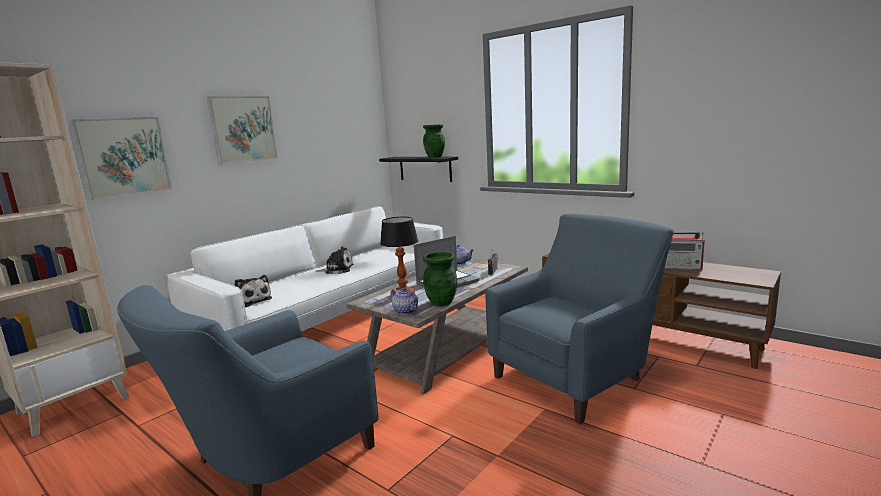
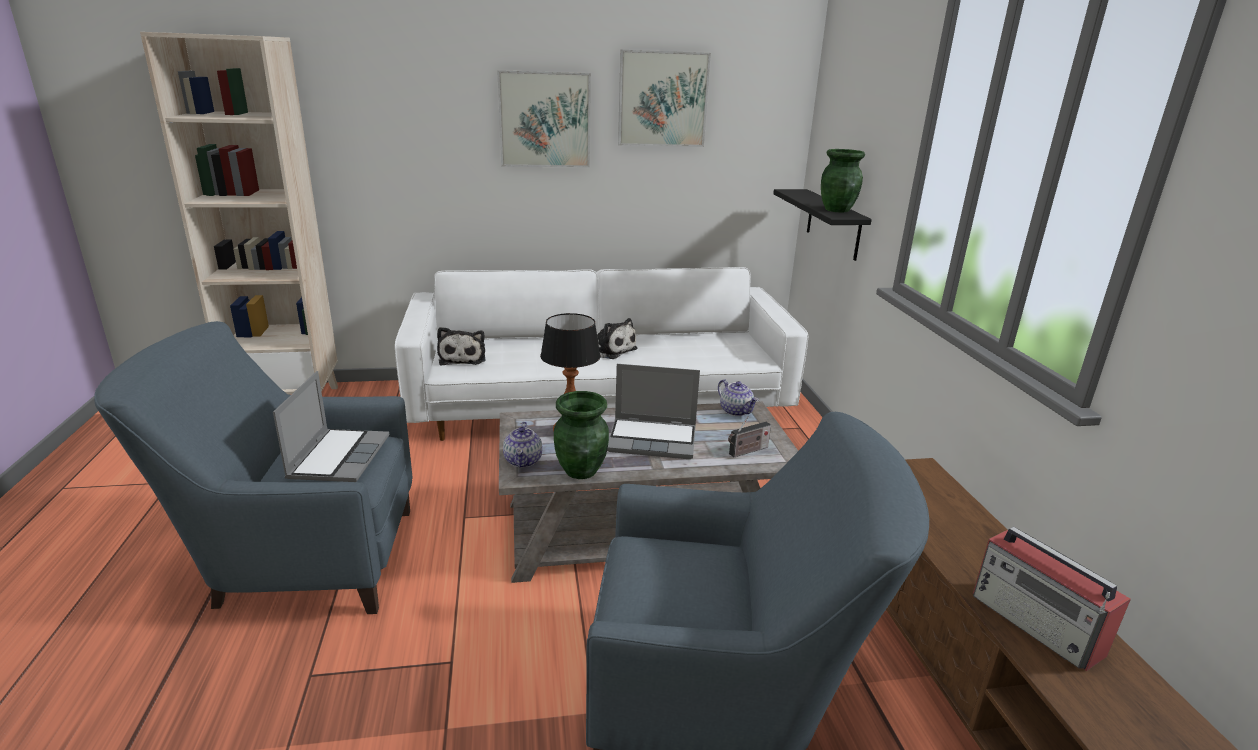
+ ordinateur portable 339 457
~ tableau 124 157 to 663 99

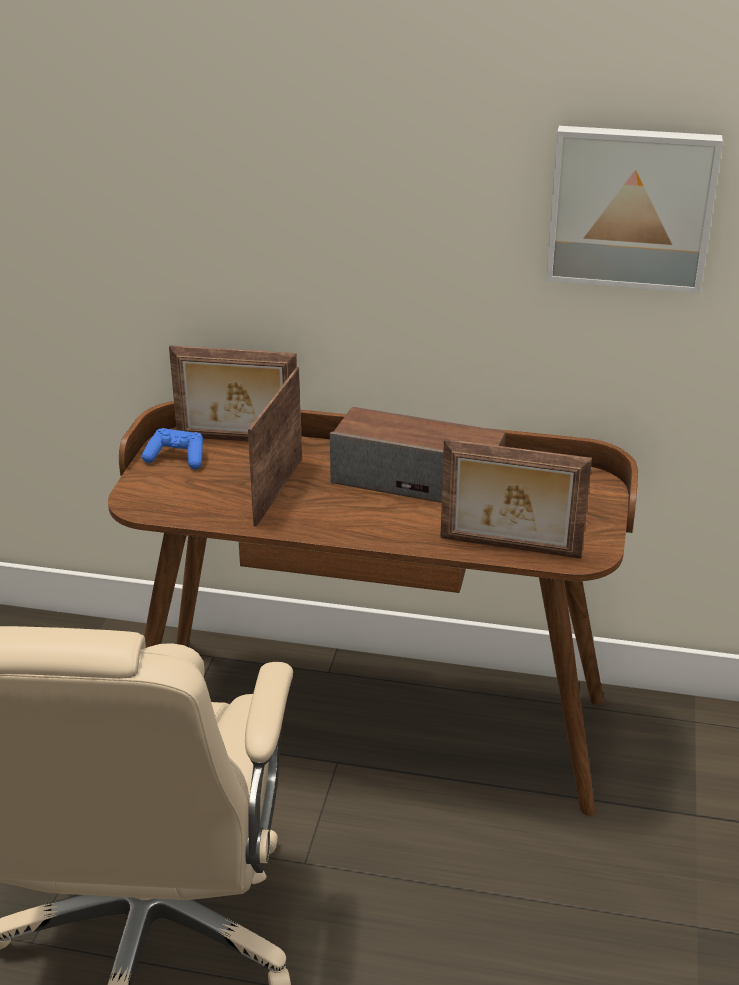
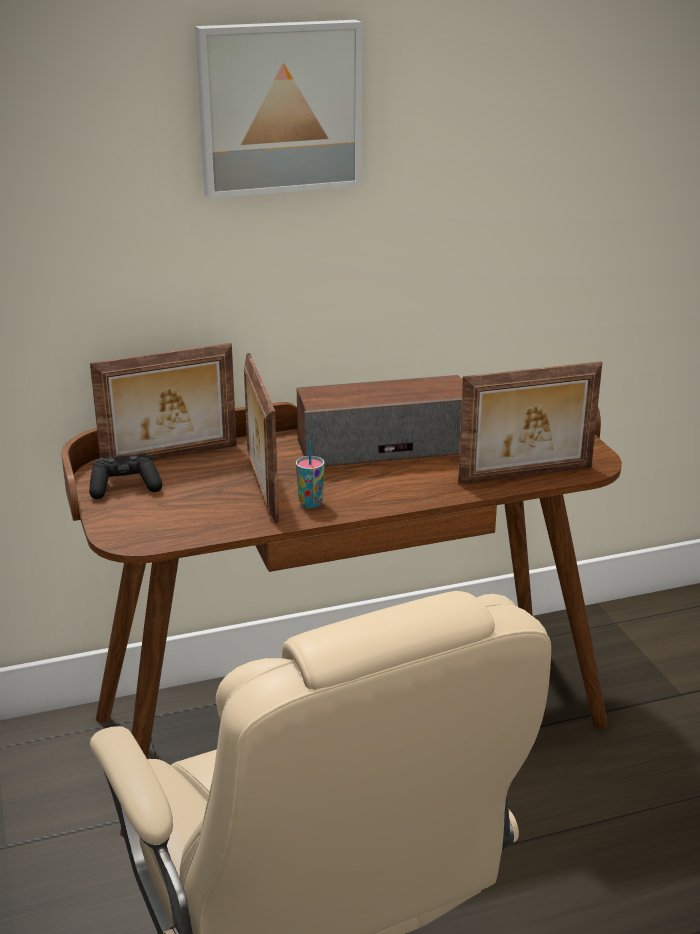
~ manette [bleu] 177 458 to manette [noir] 125 487
~ tableau 631 207 to 279 107
+ tasse 310 503

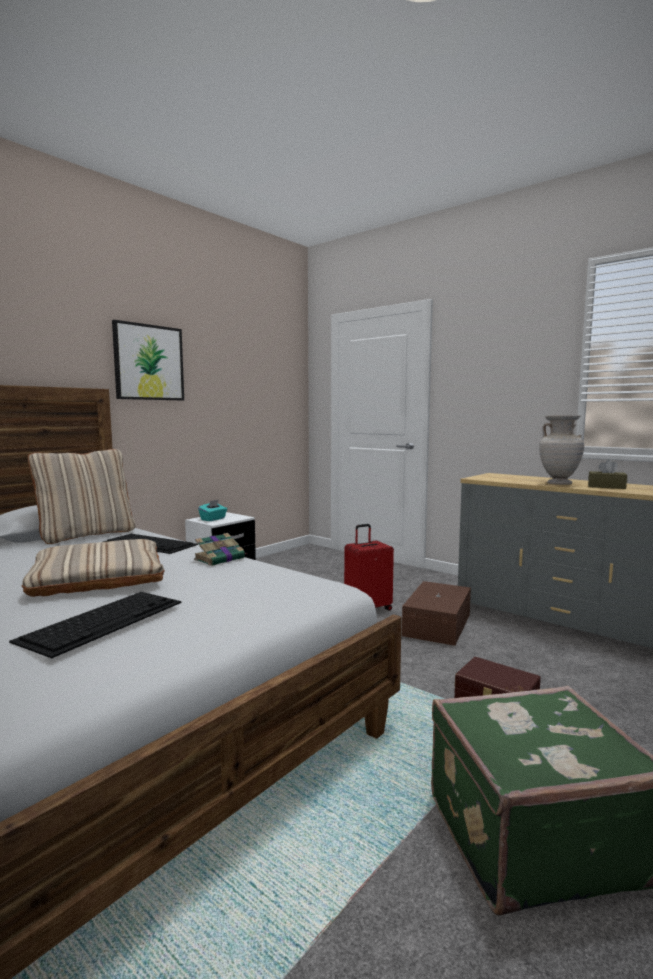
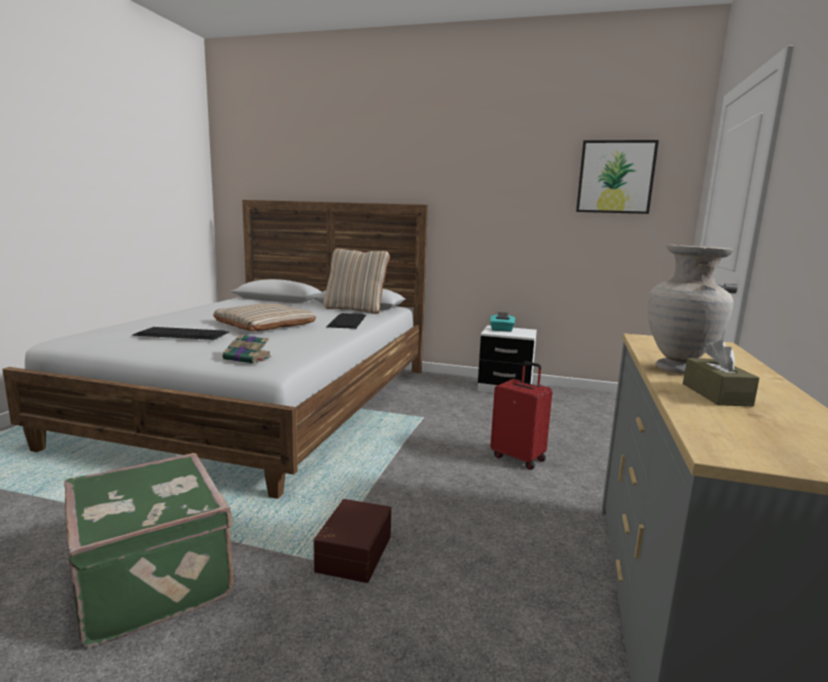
~ livre 220 558 to 248 358
~ tableau 149 362 to 615 177
- boîte de rangement [marron] 438 625

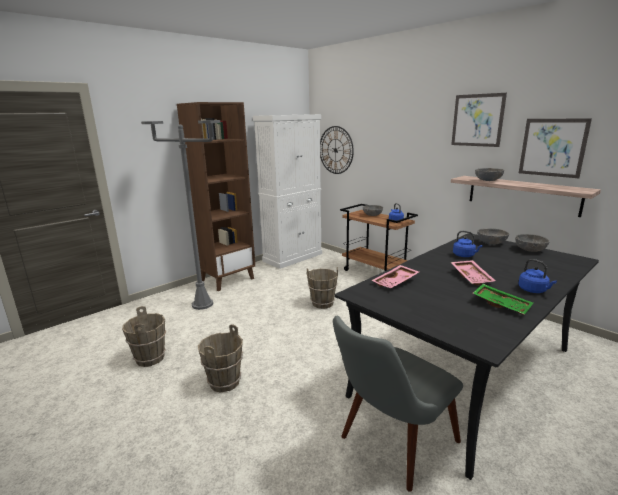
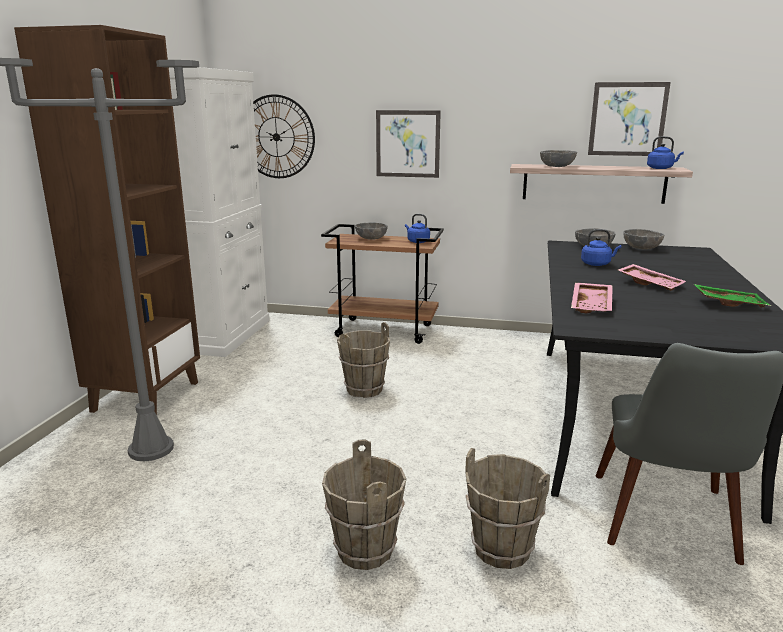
~ tableau 477 120 to 407 144
~ seau [marron] 150 358 to 502 549
~ bouilloire [bleu] 534 290 to 661 168

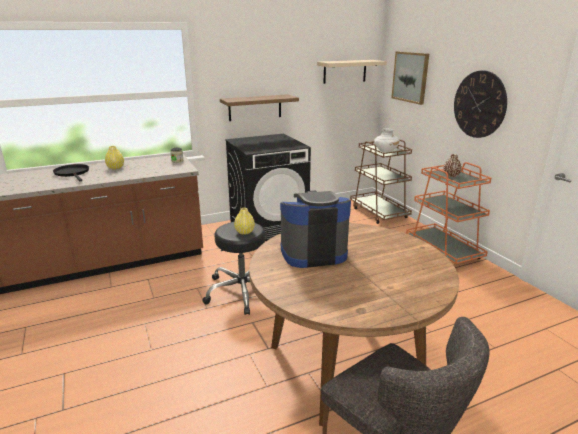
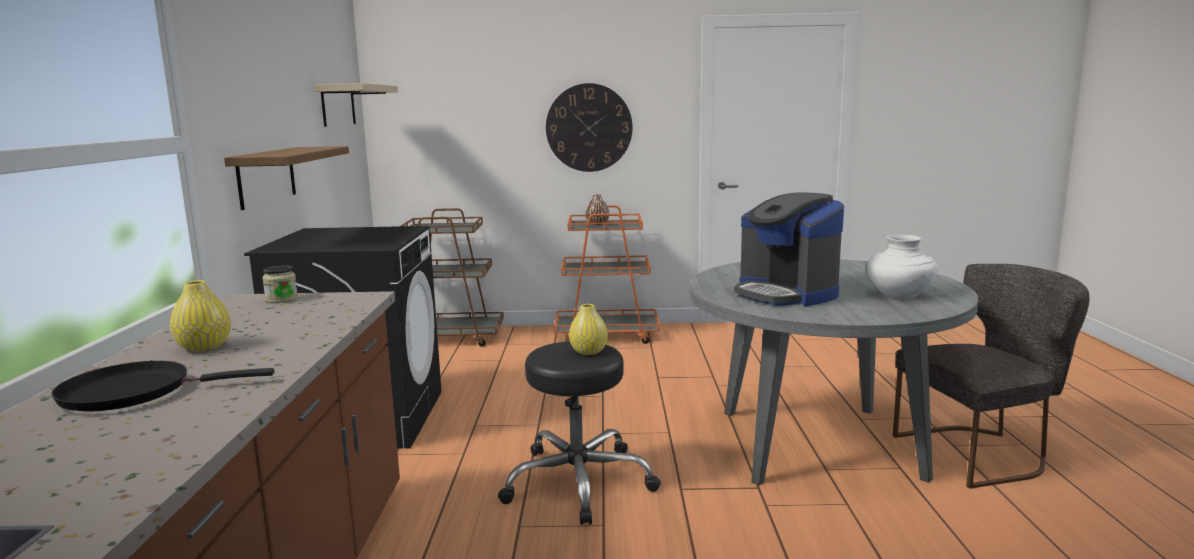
~ table à manger [marron] 344 365 to table à manger [gris] 818 443
~ machine à café 313 253 = 786 294 45 degrees counterclockwise
~ vase [blanc] 385 151 to 898 295
- tableau 410 77

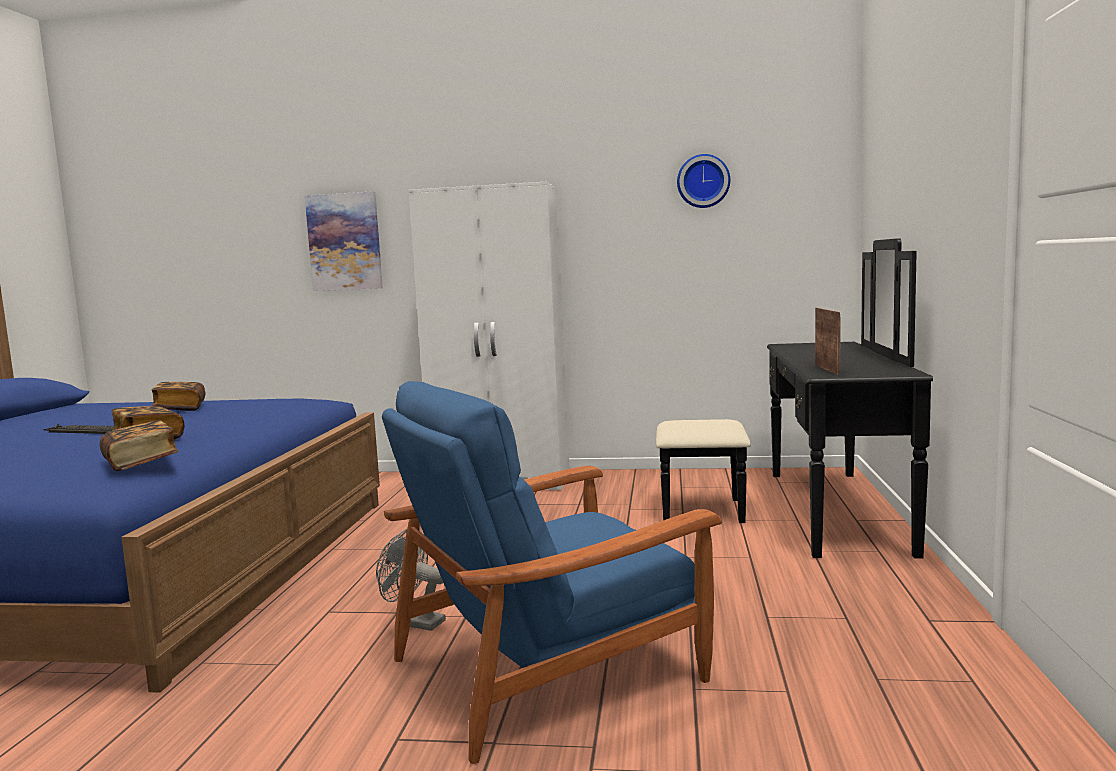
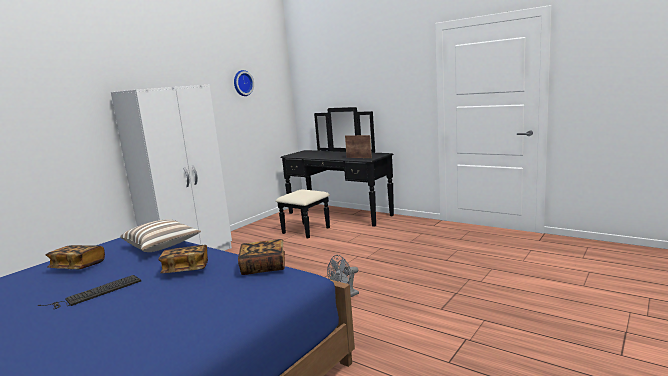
+ coussin 162 246
- tableau 344 242
- fauteuil [bleu] 549 669

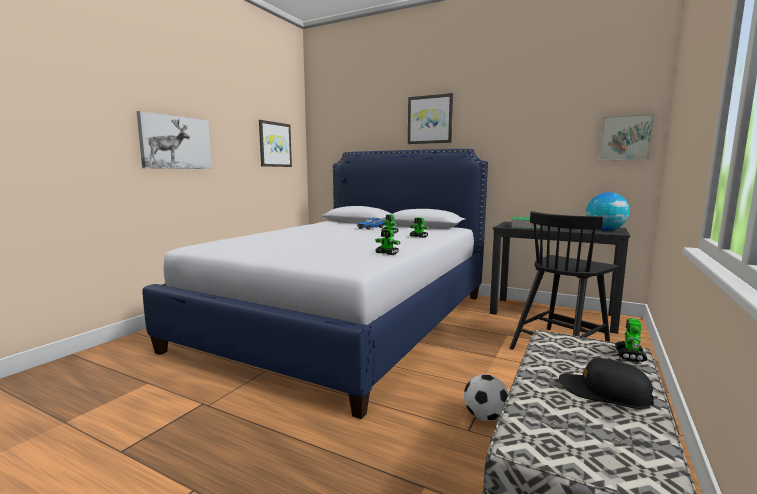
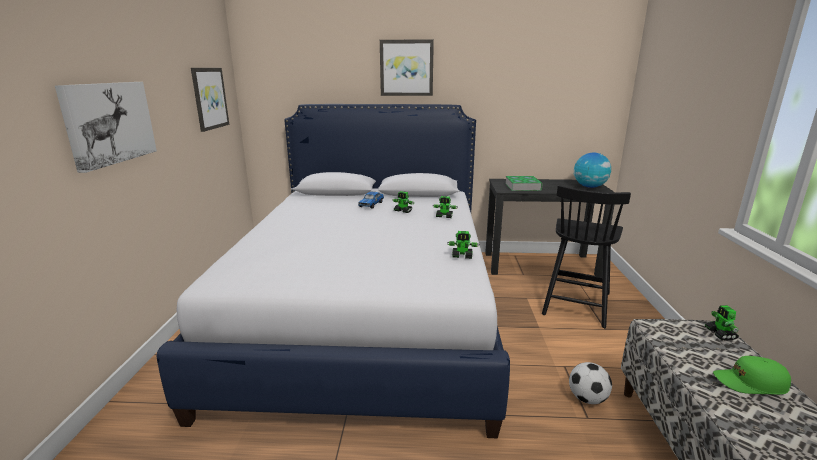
~ casquette [noir] 604 393 to casquette [vert] 750 383
- tableau 625 138

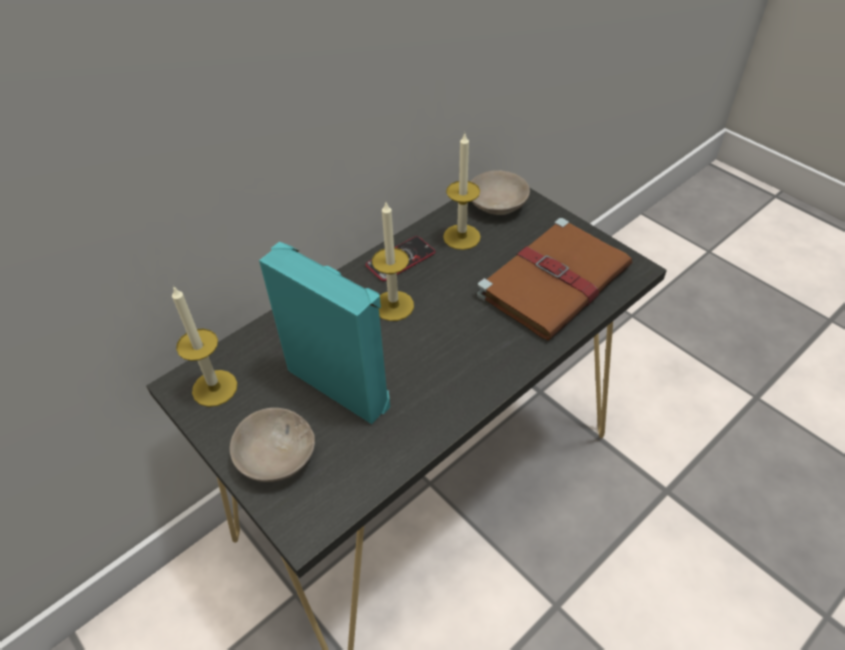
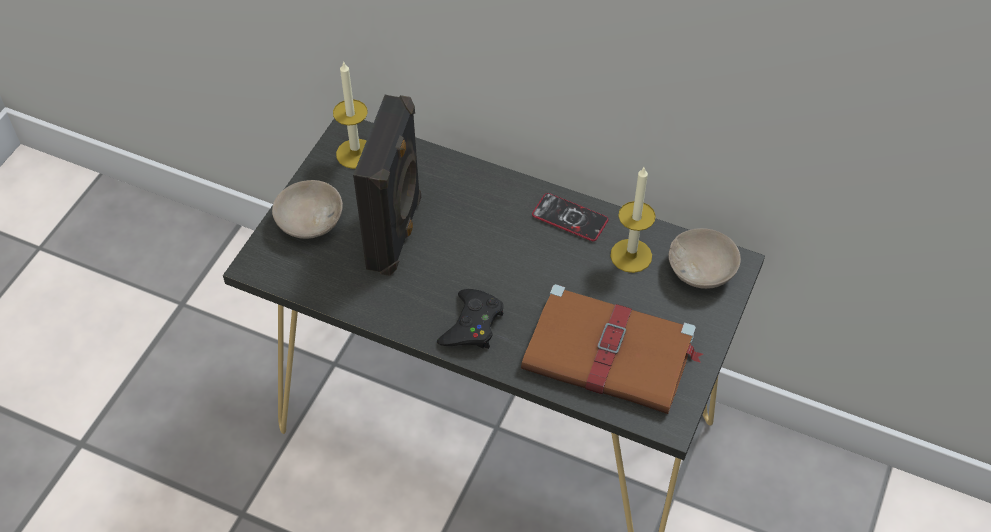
~ enceinte [turquoise] 340 385 to enceinte [noir] 396 233
+ manette [noir] 472 325
- bougie 393 306

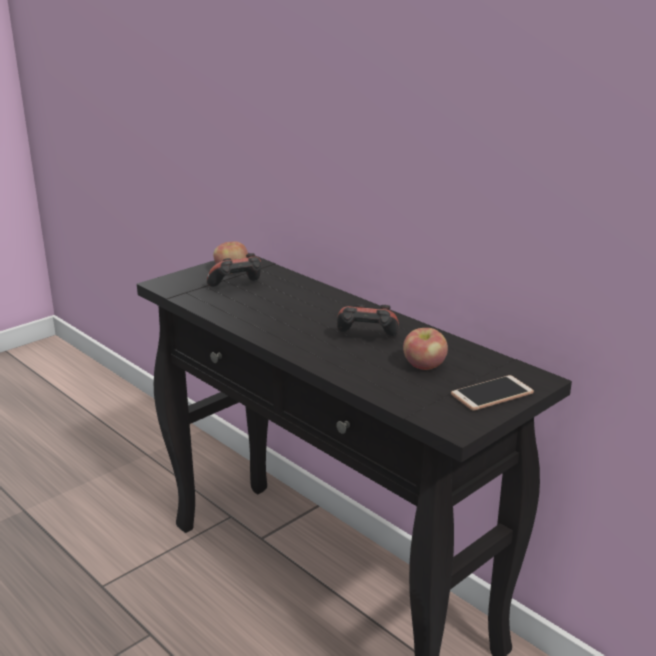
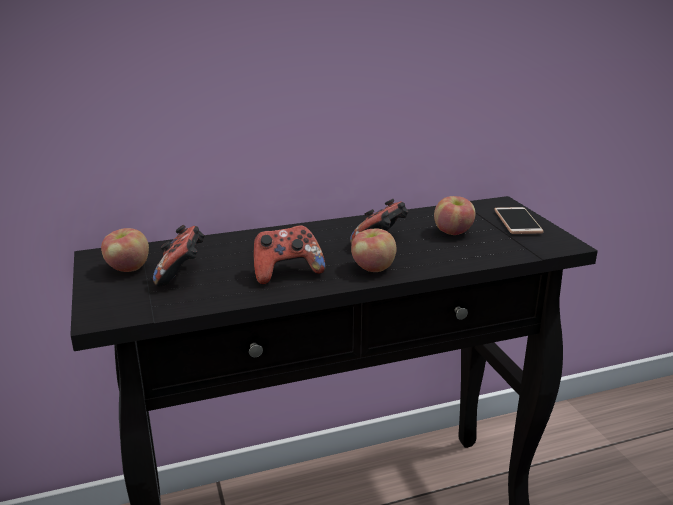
+ manette 286 273
+ pomme 373 268

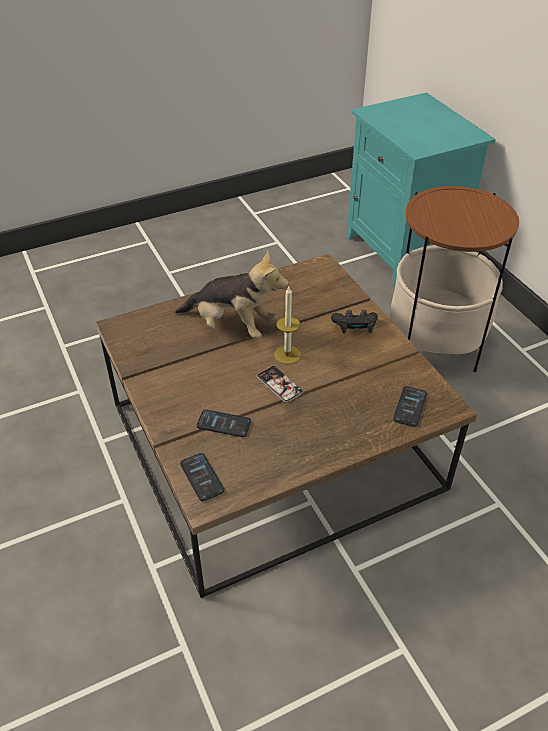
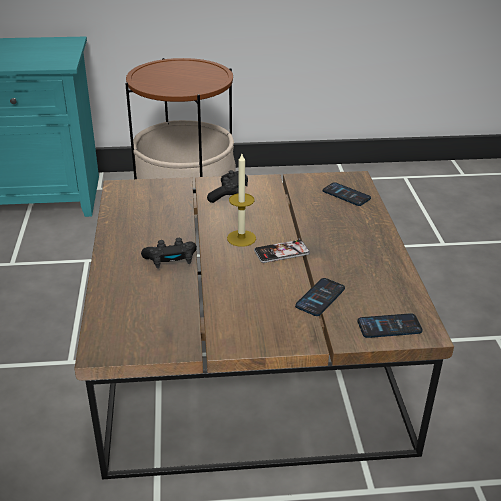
~ peluche 232 326 to manette [noir] 171 261

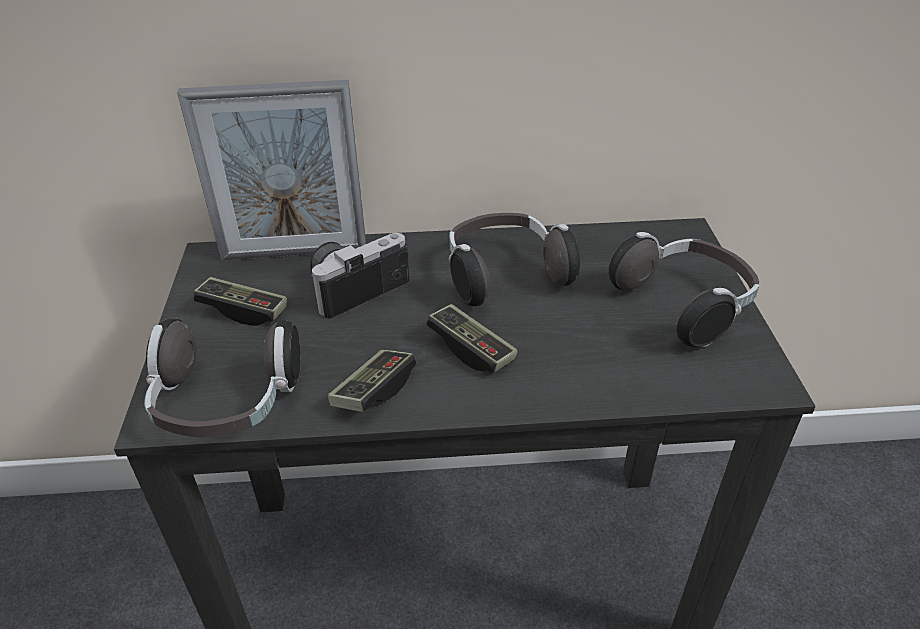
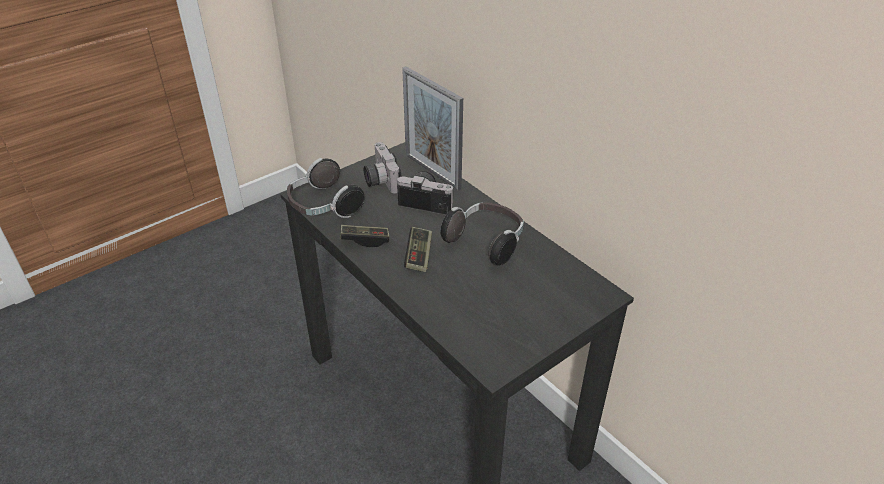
~ manette 244 311 to appareil photo 380 180
- casque audio 685 305

